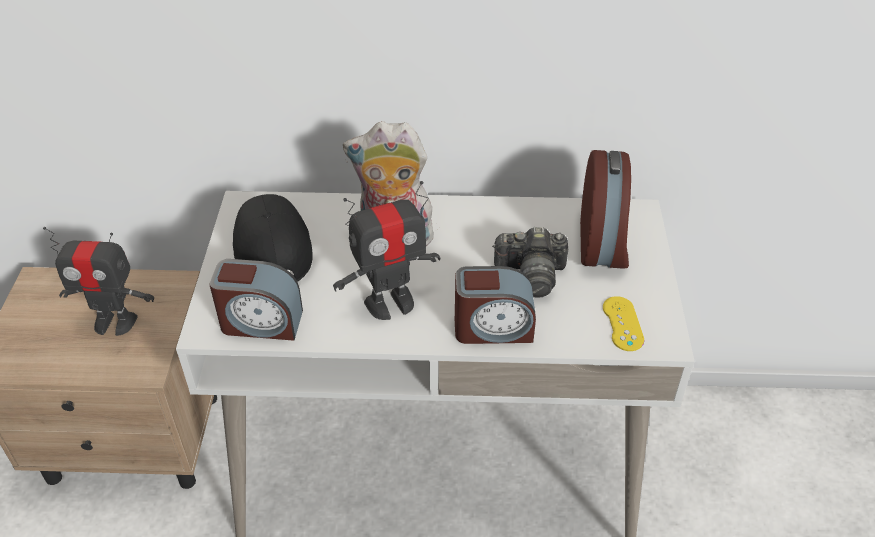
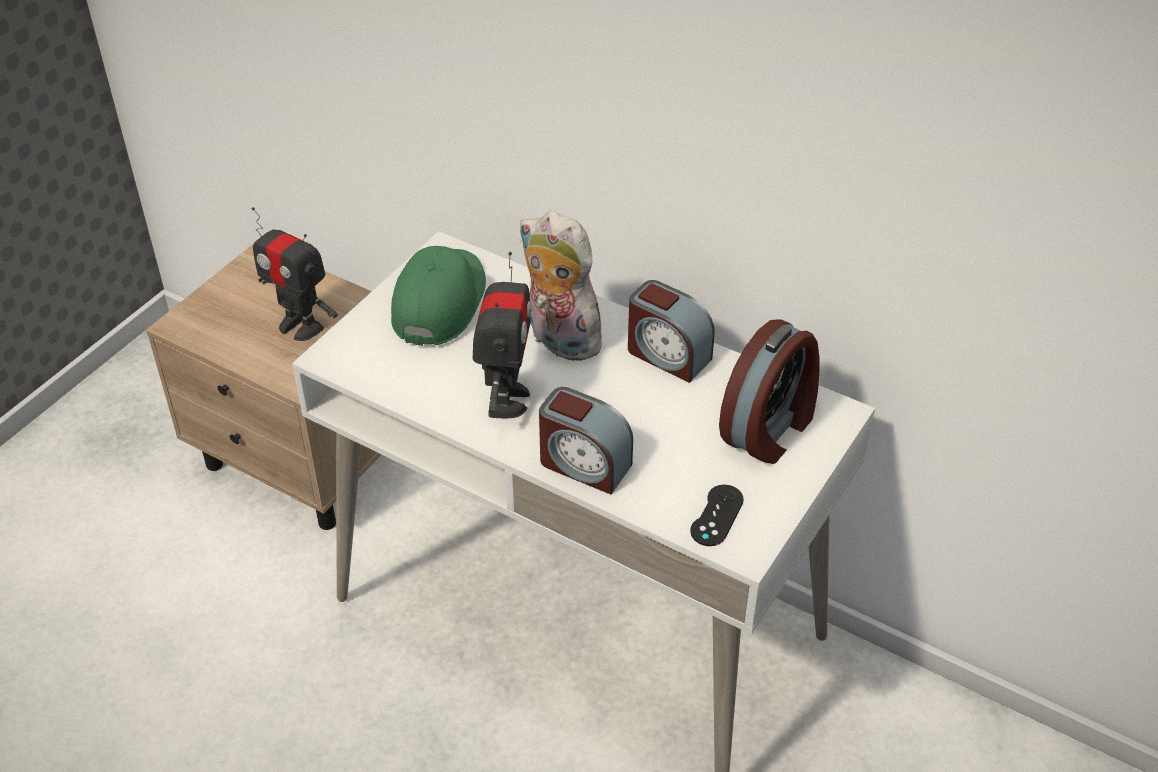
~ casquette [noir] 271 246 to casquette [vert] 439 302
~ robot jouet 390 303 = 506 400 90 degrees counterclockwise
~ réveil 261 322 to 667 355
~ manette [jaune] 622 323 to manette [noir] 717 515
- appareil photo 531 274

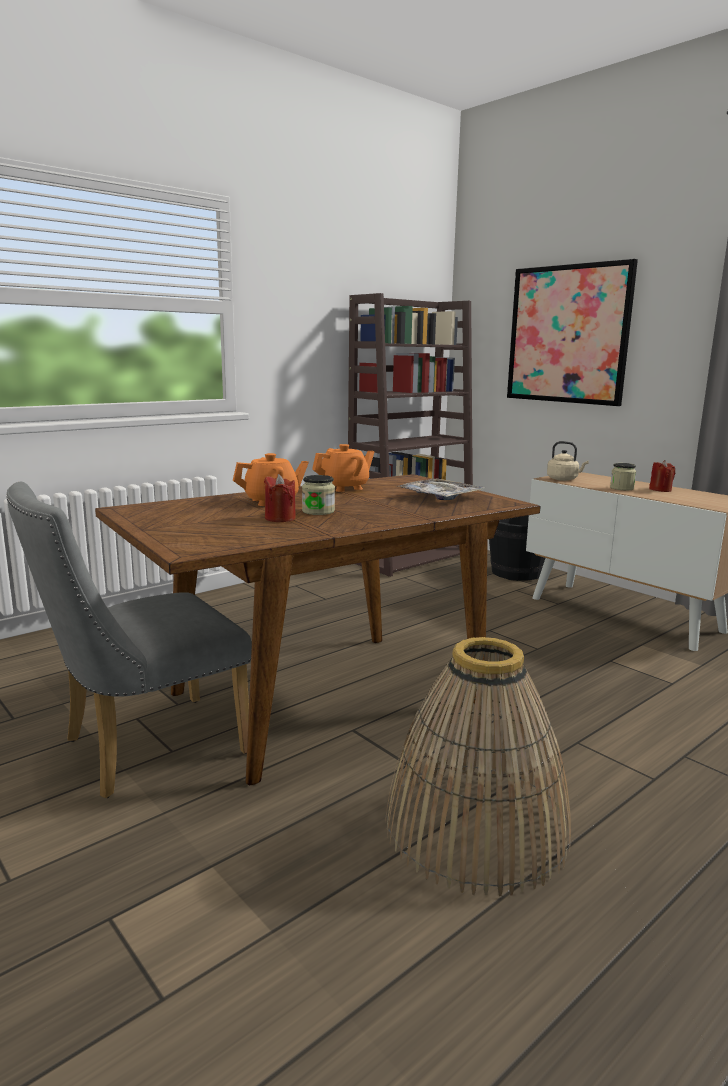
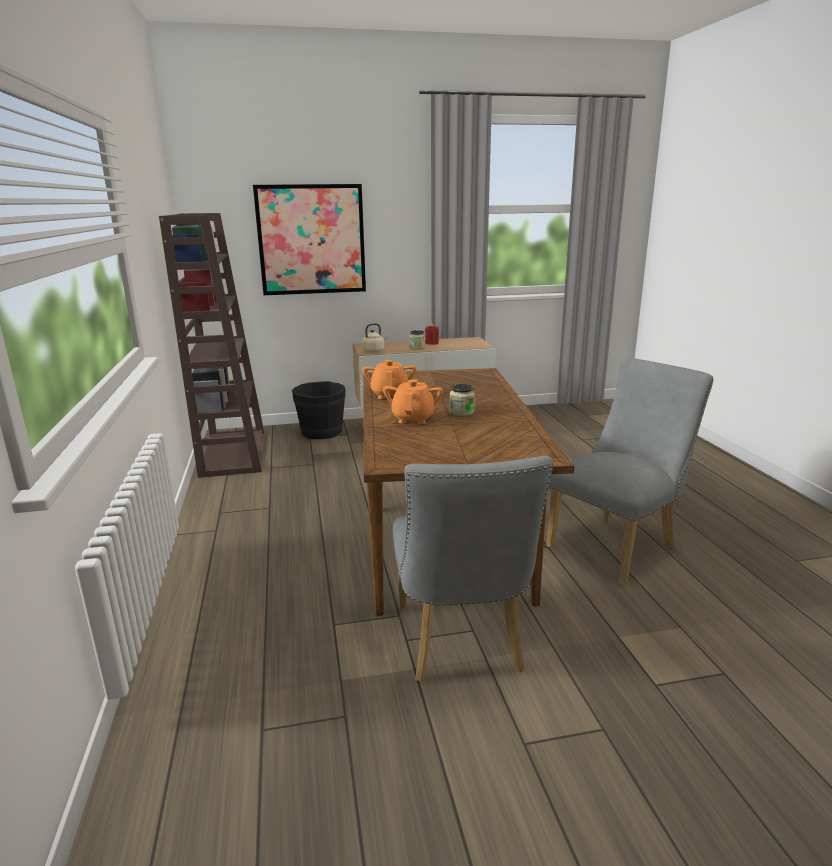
~ panier 476 828 to chaise [gris] 617 545
- bougie [rouge] 280 518
- plateau 440 497

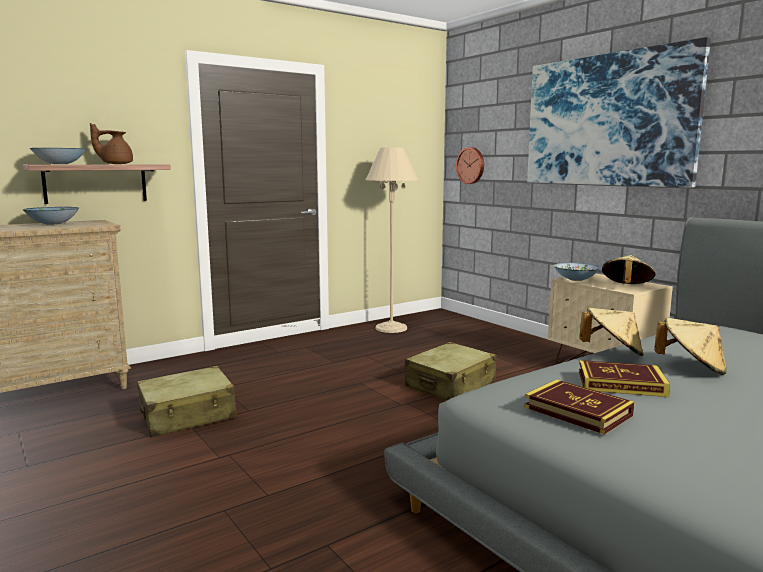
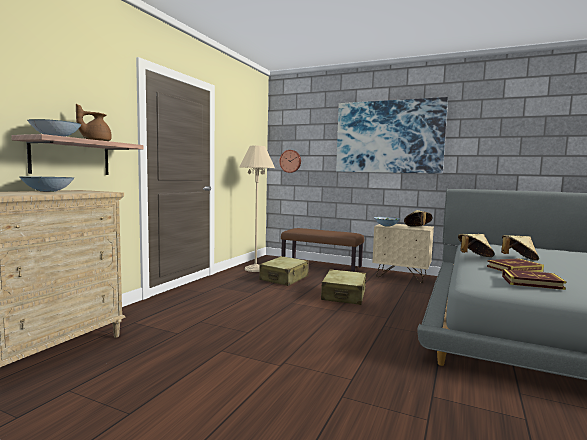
~ valise [beige] 188 415 to 284 278
+ banc [marron] 321 265

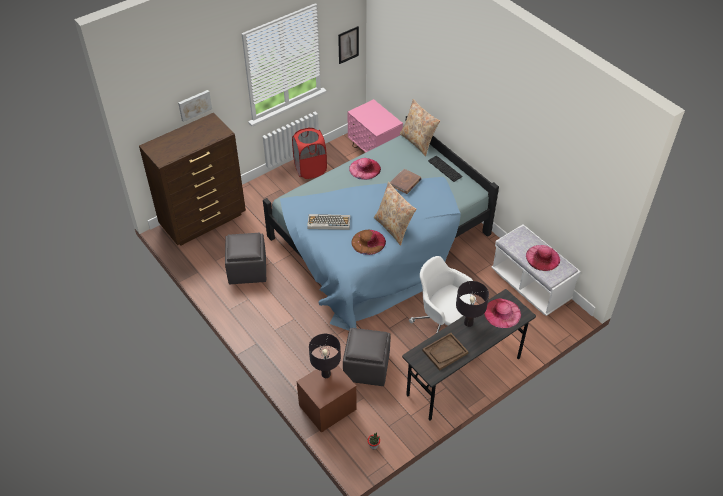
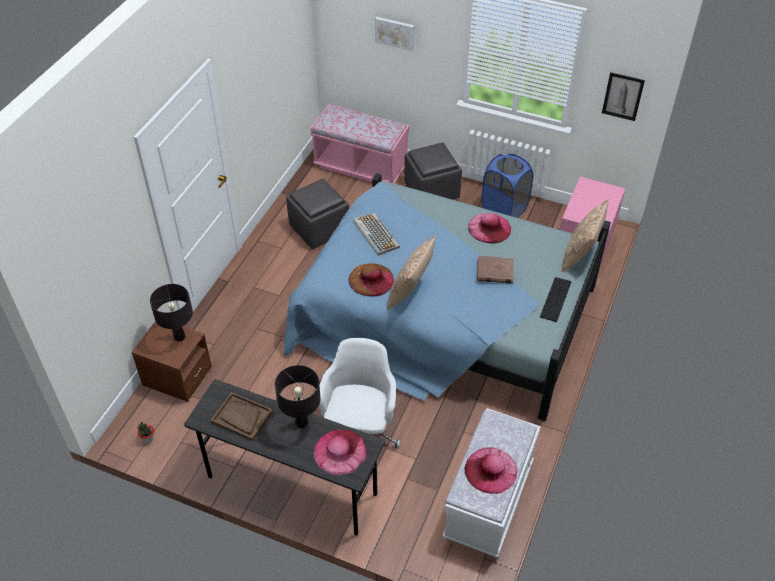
~ commode [marron] 204 220 to banc [rose] 361 166
~ pouf [gris] 366 368 to 431 190
~ panier à linge [rouge] 310 169 to panier à linge [bleu] 504 209

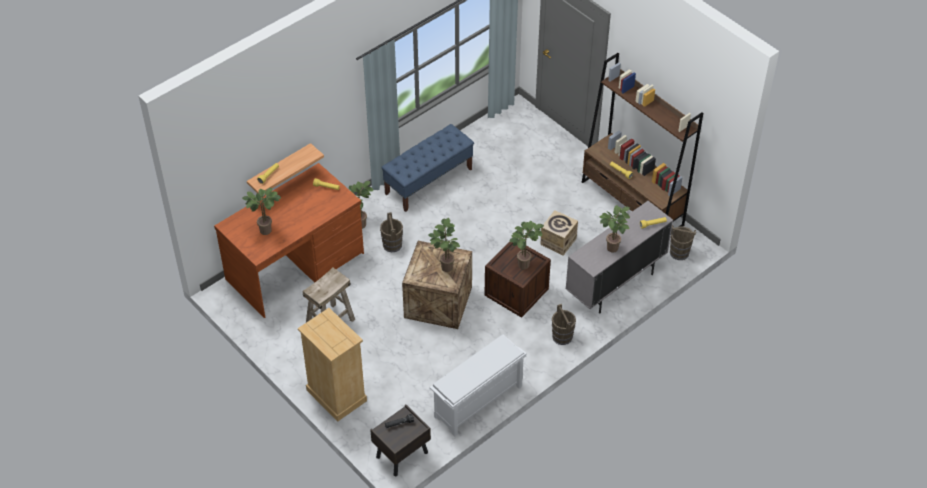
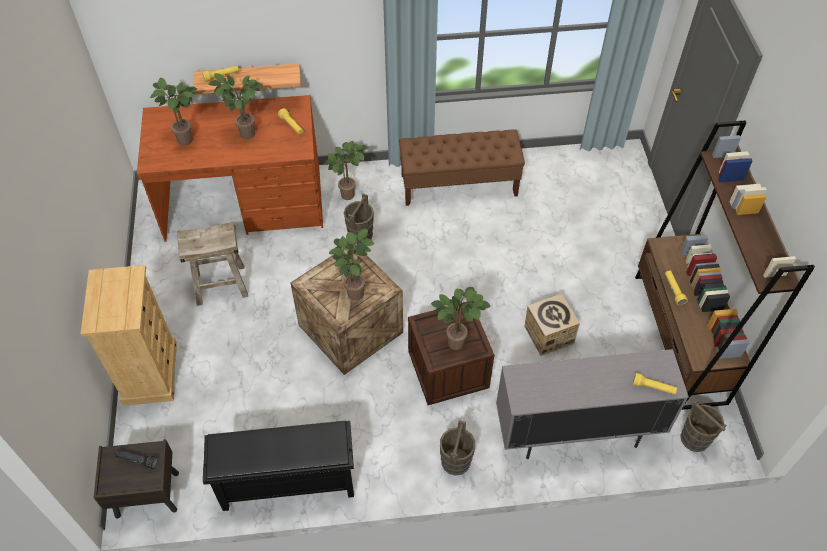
~ étagère à chaussures [blanc] 478 402 to étagère à chaussures [noir] 286 484
~ plante en pot 612 249 to 245 135
~ banc [bleu] 429 181 to banc [marron] 459 185

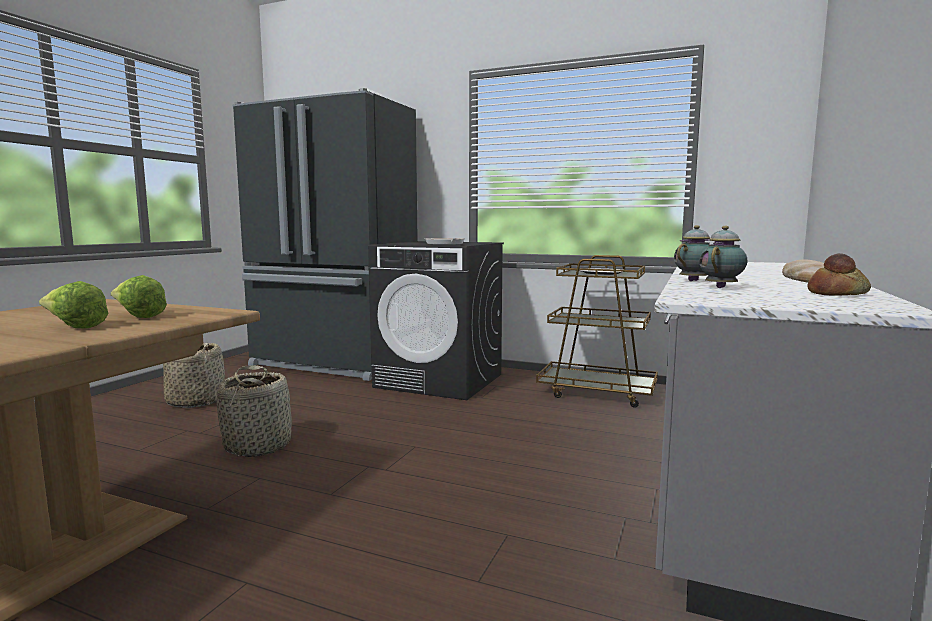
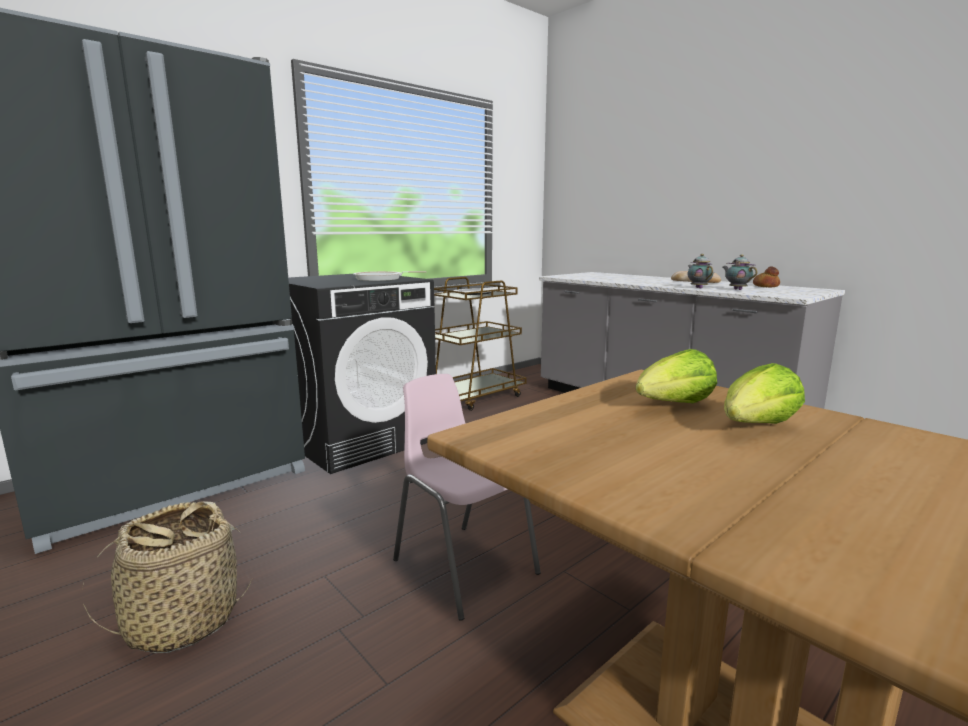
~ panier 258 446 to chaise [rose] 463 566

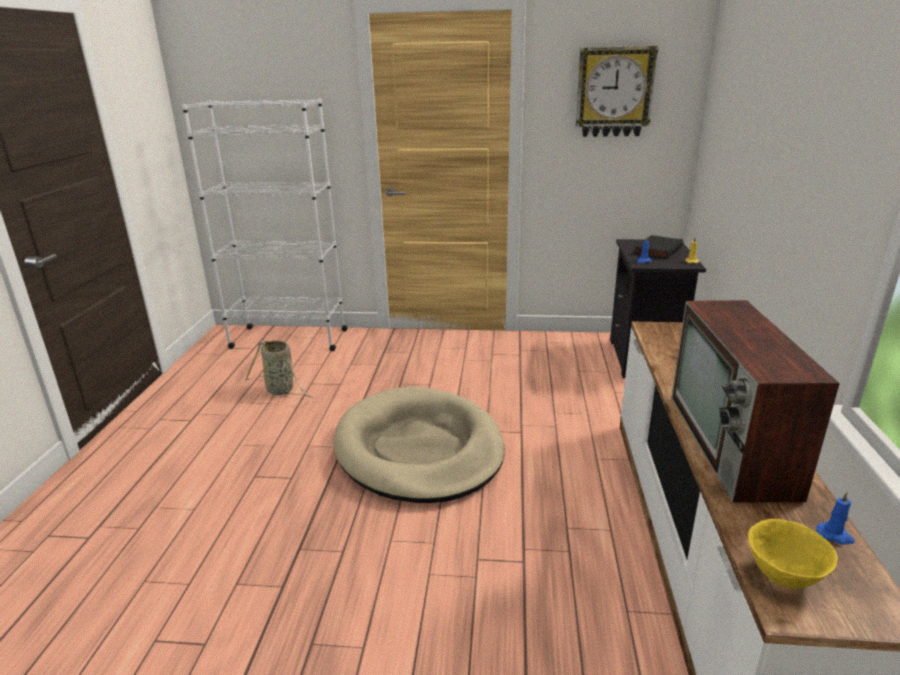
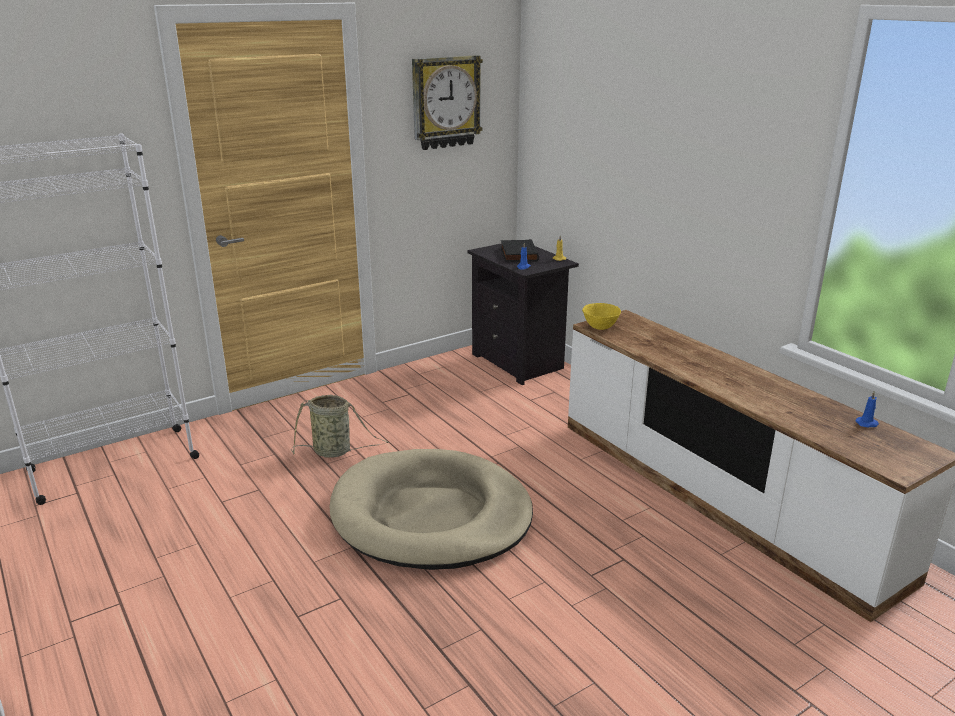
~ panier 282 391 to 335 451
~ bol [jaune] 784 576 to 600 327
- téléviseur 732 445

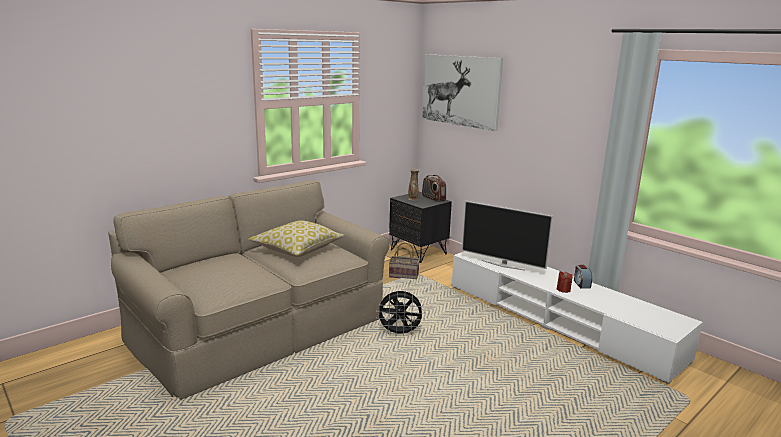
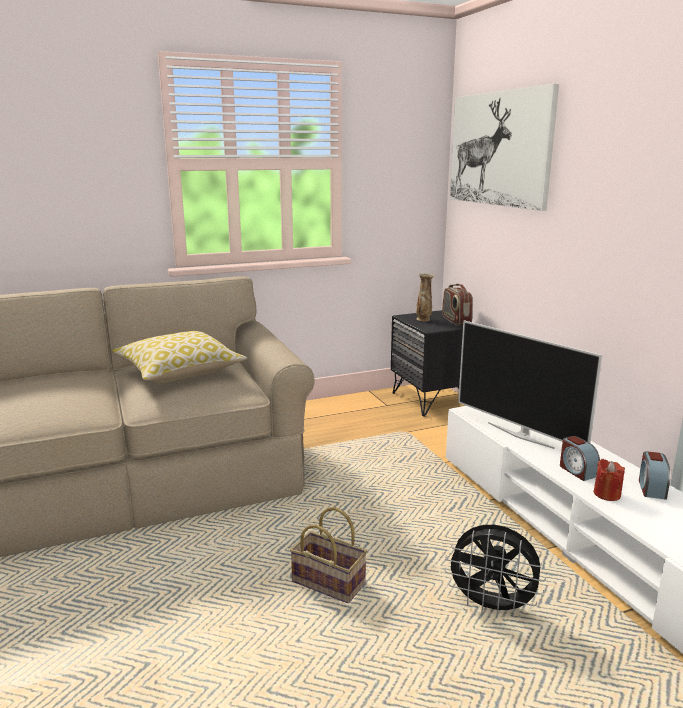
~ panier 404 275 to 330 583
~ ventilateur [noir] 400 333 to 492 607
+ réveil 577 471

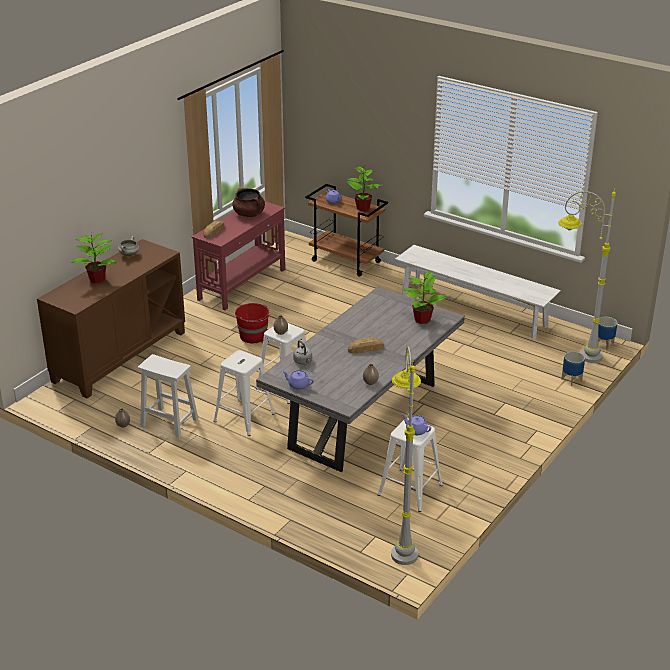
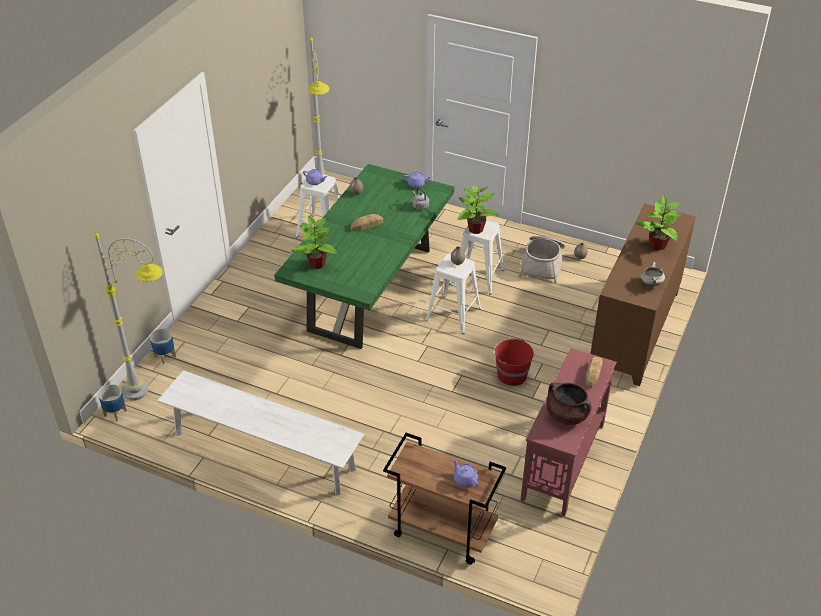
~ table à manger [gris] 363 417 to table à manger [vert] 370 289
~ plante en pot 363 208 to 475 229
~ tabouret [blanc] 168 422 to panier 542 264

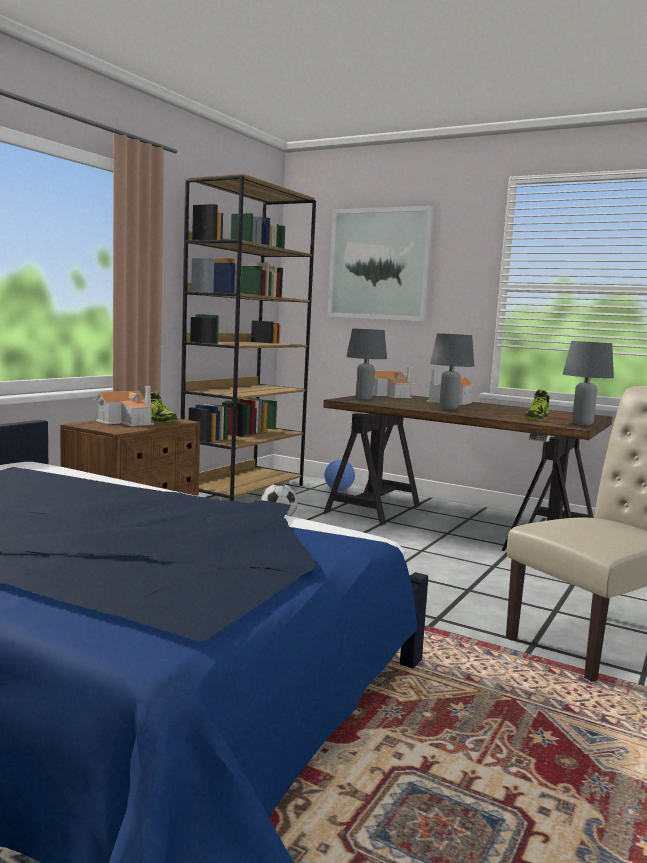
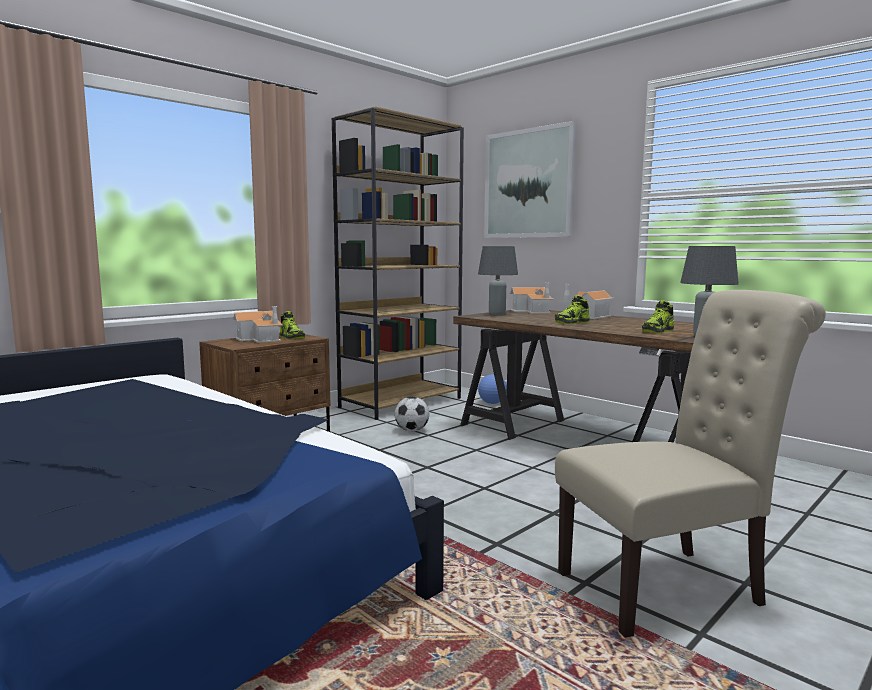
~ lampe de table [gris] 449 408 to chaussure 572 322

